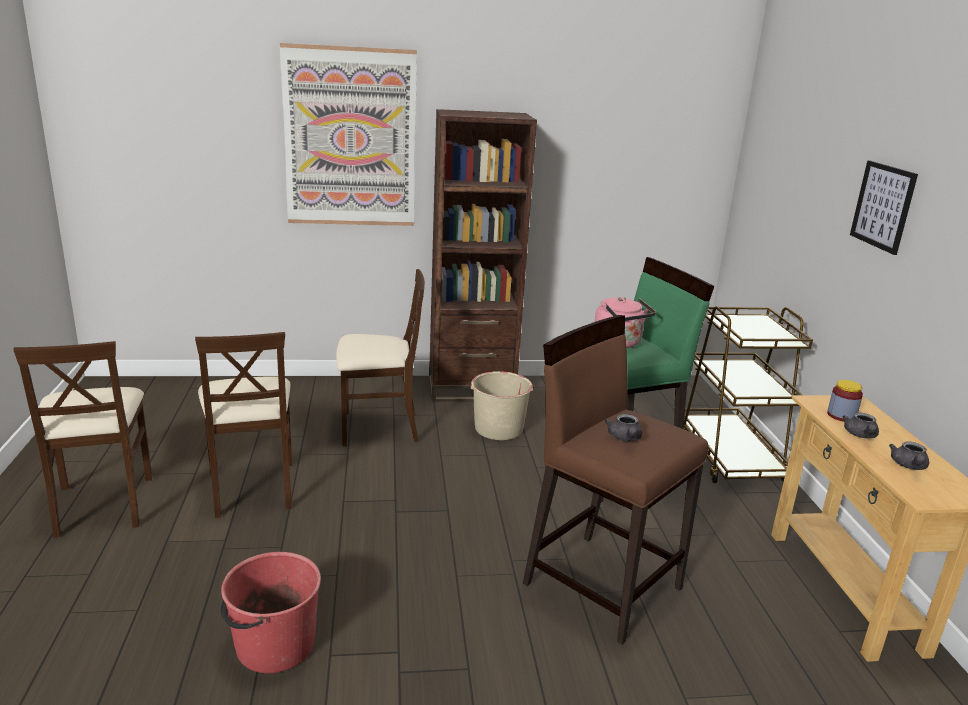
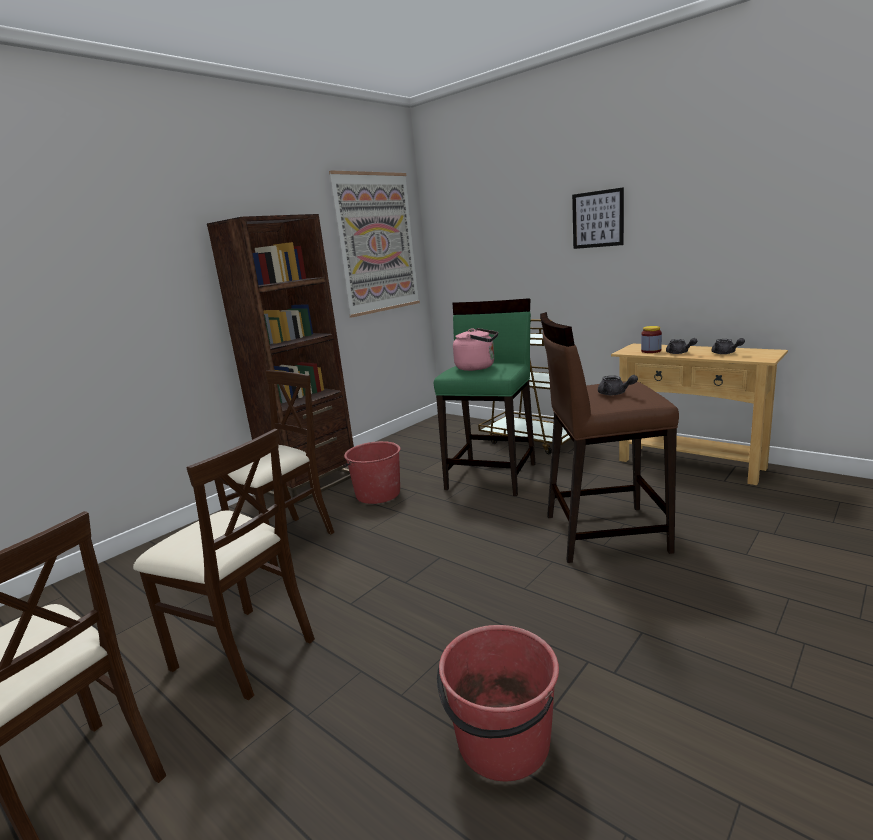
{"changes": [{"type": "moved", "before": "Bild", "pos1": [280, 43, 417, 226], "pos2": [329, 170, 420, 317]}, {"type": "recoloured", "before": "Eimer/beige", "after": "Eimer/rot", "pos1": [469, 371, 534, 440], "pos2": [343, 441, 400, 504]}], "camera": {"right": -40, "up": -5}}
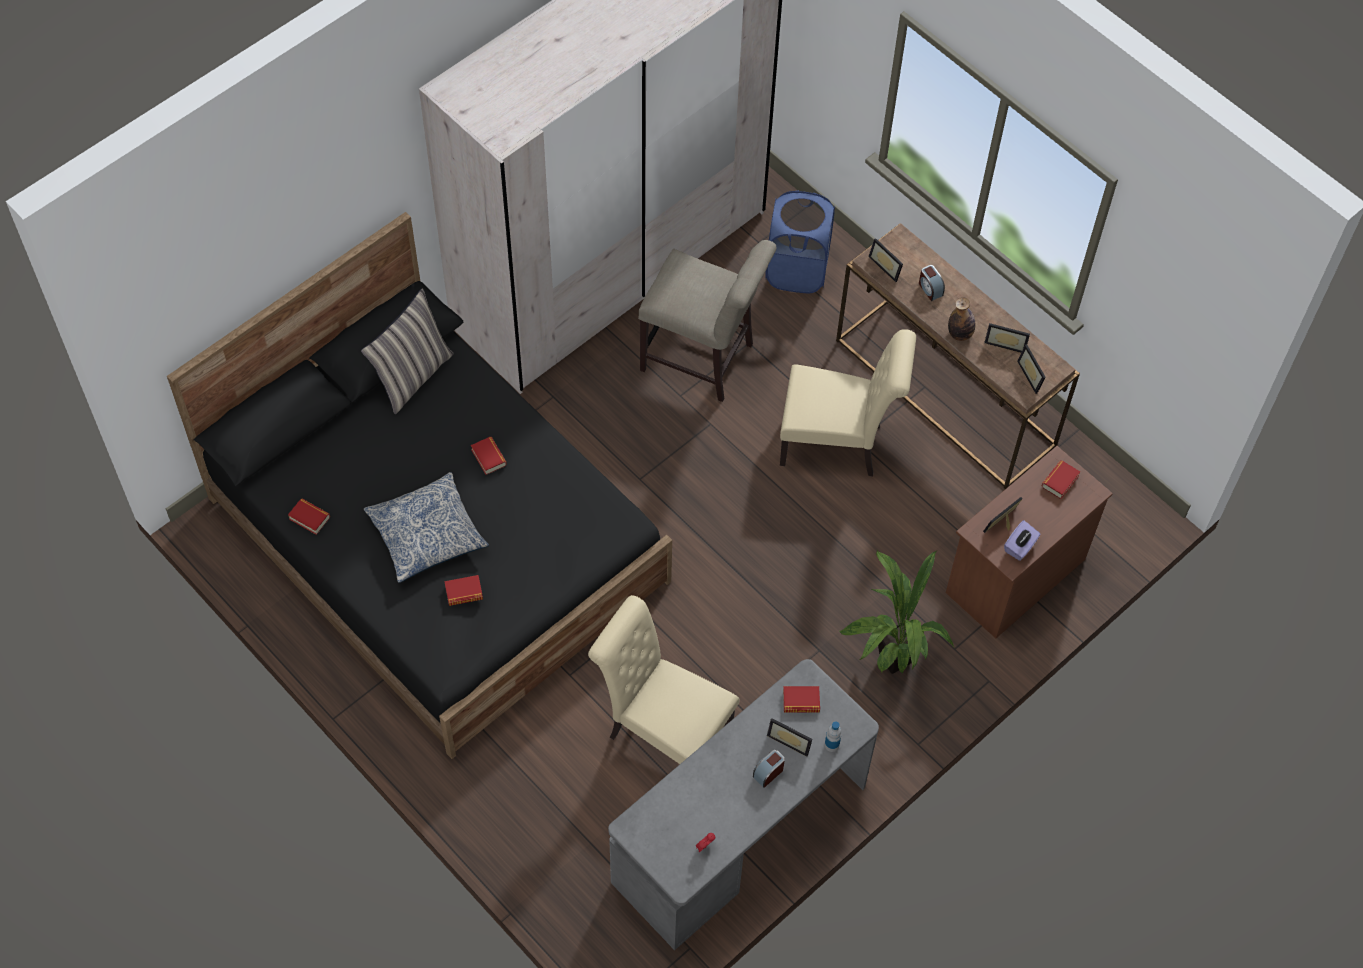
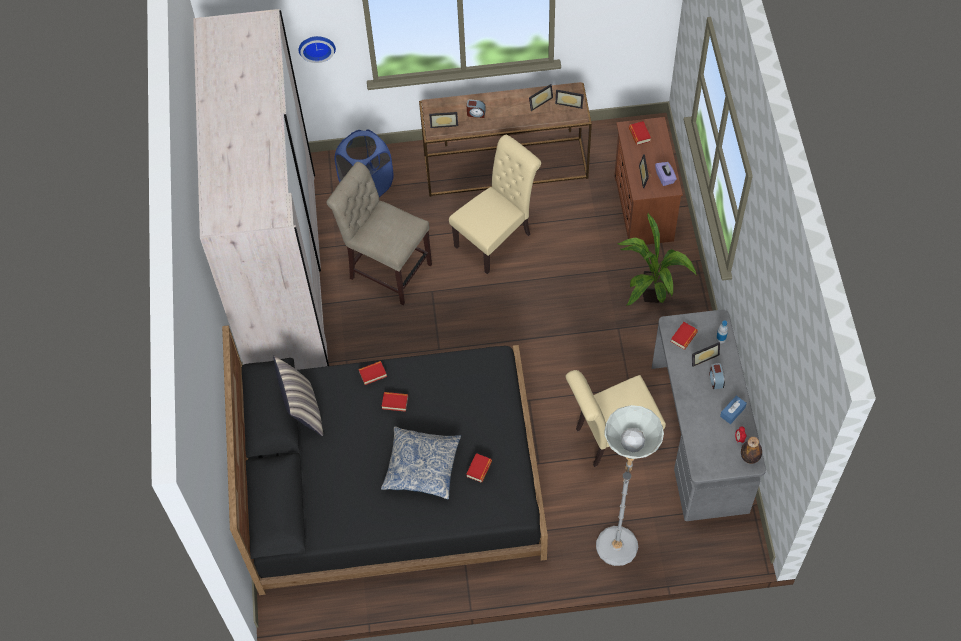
{"changes": [{"type": "added", "after": "Wanduhr", "pos2": [298, 36, 336, 63]}, {"type": "turned", "before": "Stuhl/beige", "pos1": [638, 240, 776, 402], "pos2": [327, 162, 432, 305], "turn": -120}, {"type": "moved", "before": "Buch", "pos1": [288, 498, 330, 535], "pos2": [359, 361, 387, 385]}, {"type": "added", "after": "Stehlampe/grau", "pos2": [596, 405, 664, 566]}, {"type": "added", "after": "Taschentuchbox/blau", "pos2": [720, 395, 747, 424]}, {"type": "moved", "before": "Flasche", "pos1": [948, 297, 975, 341], "pos2": [741, 437, 762, 464]}], "camera": {"right": -50, "up": 0}}
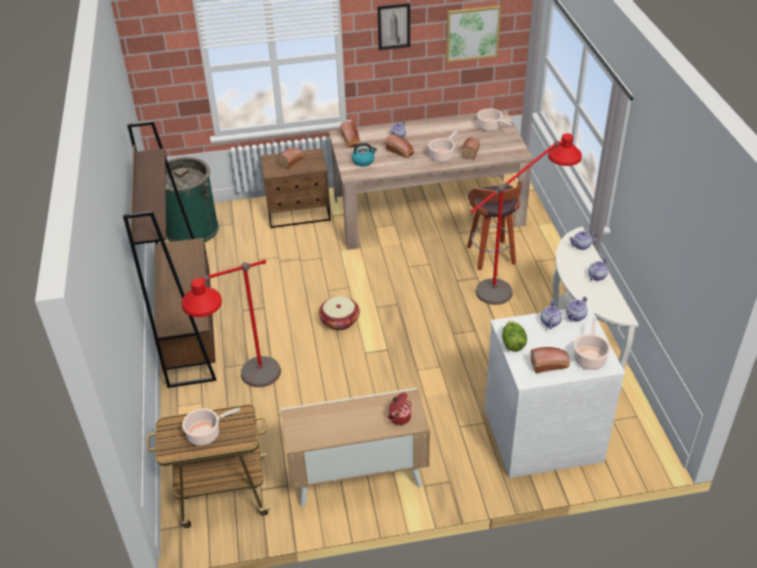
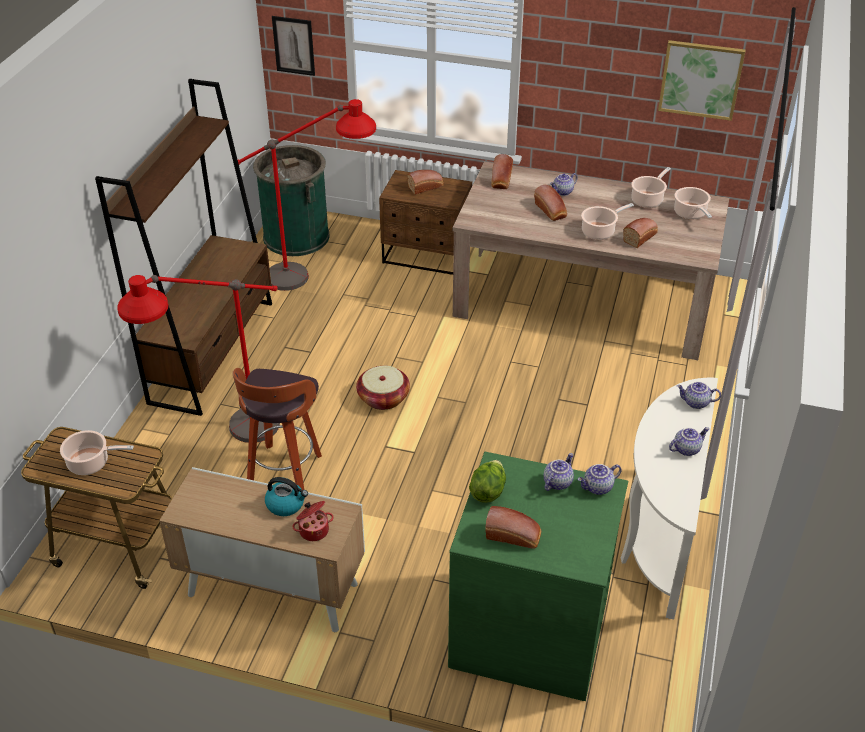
{"changes": [{"type": "moved", "before": "Hocker", "pos1": [467, 181, 523, 271], "pos2": [233, 368, 322, 490]}, {"type": "moved", "before": "Stehlampe/rot", "pos1": [470, 133, 582, 305], "pos2": [238, 99, 376, 291]}, {"type": "moved", "before": "Wasserkessel", "pos1": [352, 143, 377, 166], "pos2": [265, 477, 308, 516]}, {"type": "moved", "before": "Bild", "pos1": [377, 3, 410, 50], "pos2": [272, 16, 315, 76]}, {"type": "recoloured", "before": "Kommode/weiß", "after": "Kommode/grün", "pos1": [485, 306, 625, 478], "pos2": [448, 452, 628, 701]}, {"type": "moved", "before": "Kochtopf", "pos1": [574, 318, 611, 370], "pos2": [631, 167, 671, 208]}], "camera": {"right": 25, "up": 0}}
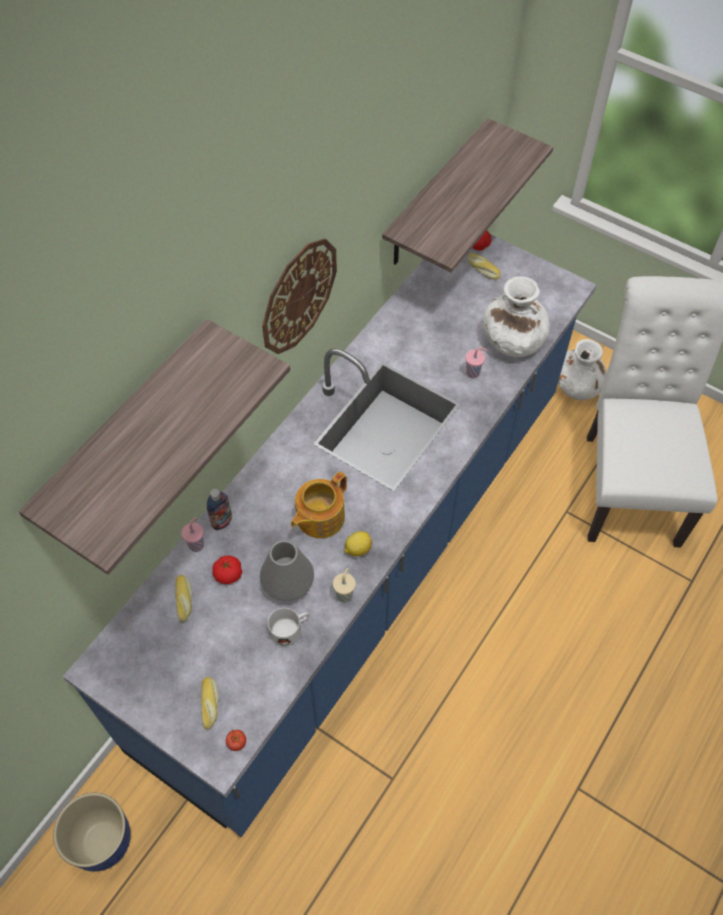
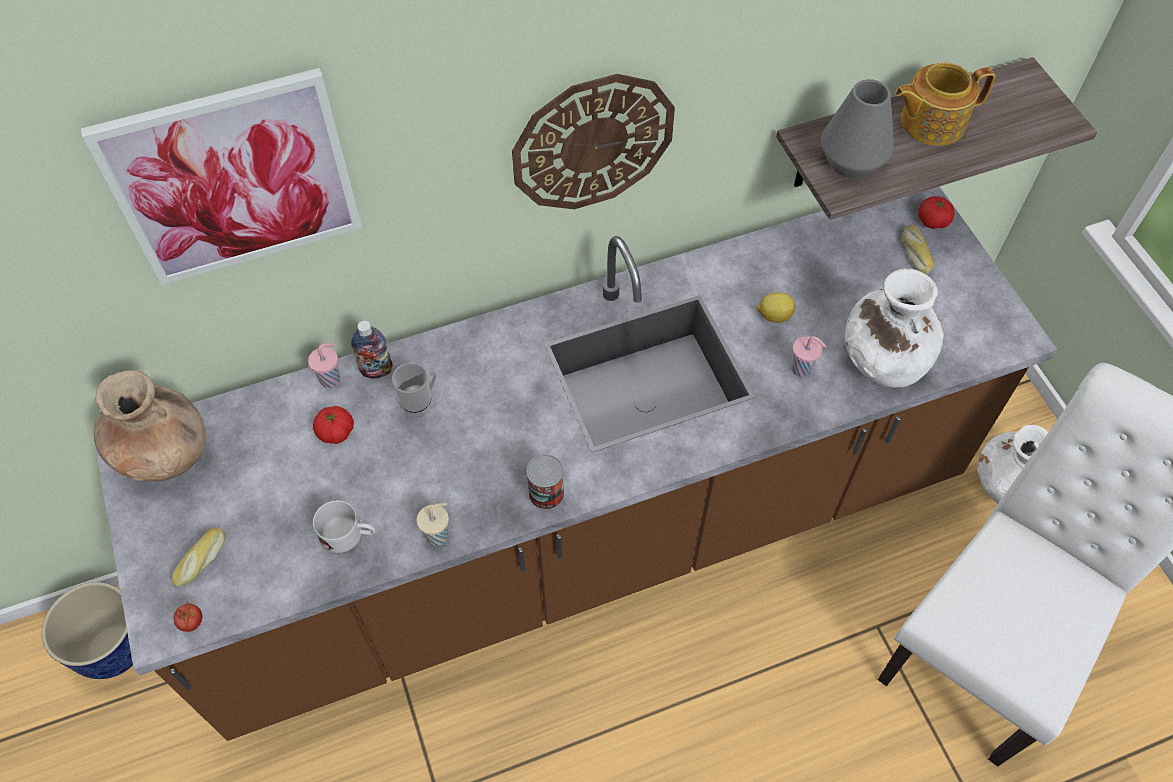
{"changes": [{"type": "replaced", "before": "Wandregal", "after": "Bild", "pos1": [19, 319, 290, 575], "pos2": [81, 68, 362, 285]}, {"type": "recoloured", "before": "Küchenzeile/blau", "after": "Küchenzeile/braun", "pos1": [63, 234, 597, 837], "pos2": [93, 187, 1058, 741]}, {"type": "added", "after": "Vase/braun", "pos2": [94, 370, 206, 481]}, {"type": "added", "after": "Henkelbecher", "pos2": [392, 363, 437, 413]}, {"type": "added", "after": "Dose", "pos2": [526, 454, 564, 510]}, {"type": "moved", "before": "Zitrone", "pos1": [344, 531, 372, 557], "pos2": [757, 292, 795, 323]}, {"type": "moved", "before": "Vase/grau", "pos1": [260, 540, 314, 601], "pos2": [821, 79, 894, 178]}, {"type": "moved", "before": "Teekanne", "pos1": [291, 471, 347, 538], "pos2": [895, 62, 995, 146]}, {"type": "removed", "before": "Brot", "pos1": [175, 575, 193, 622]}], "camera": {"right": 35, "up": 0}}
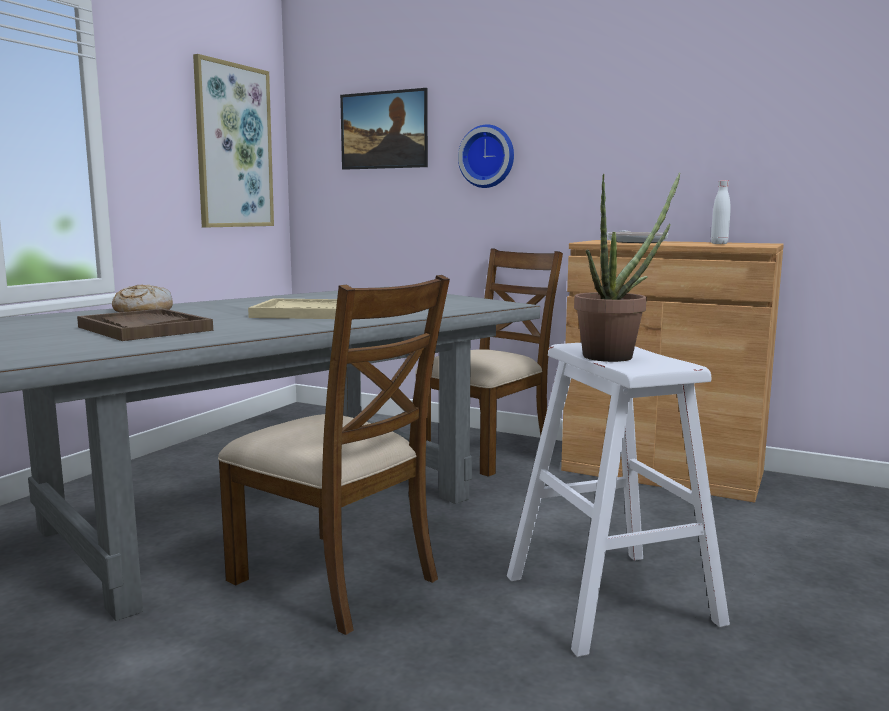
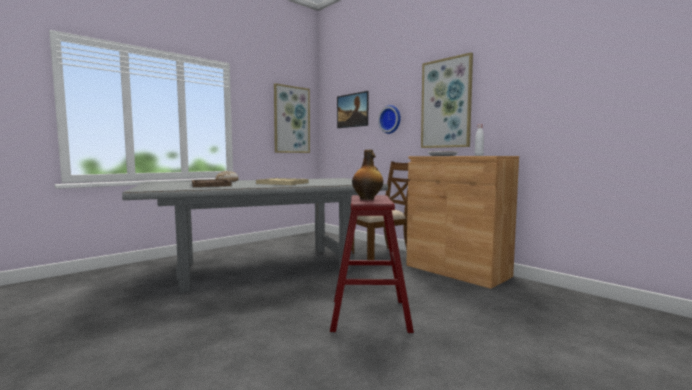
{"changes": [{"type": "recoloured", "before": "Hocker/weiß", "after": "Hocker/rot", "pos1": [507, 343, 730, 657], "pos2": [330, 195, 414, 333]}, {"type": "replaced", "before": "Topfpflanze", "after": "Flasche", "pos1": [574, 173, 680, 362], "pos2": [352, 150, 383, 200]}, {"type": "added", "after": "Bild", "pos2": [421, 52, 473, 148]}, {"type": "removed", "before": "Stuhl/braun", "pos1": [218, 275, 450, 635]}], "camera": {"right": 20, "up": -5}}
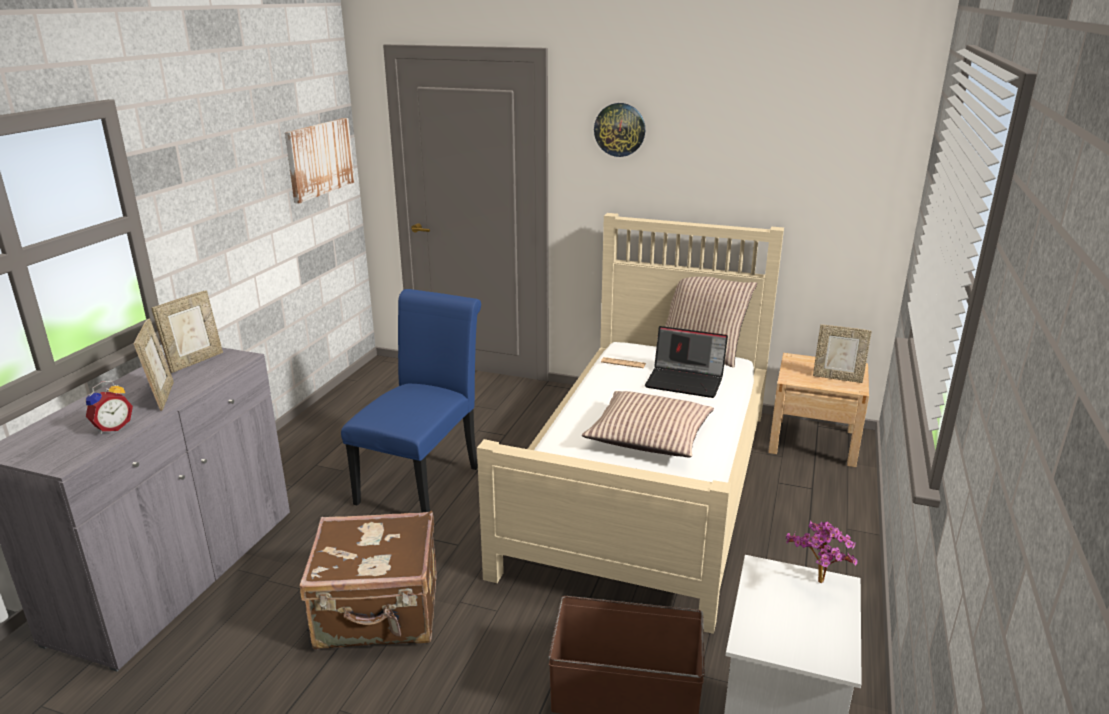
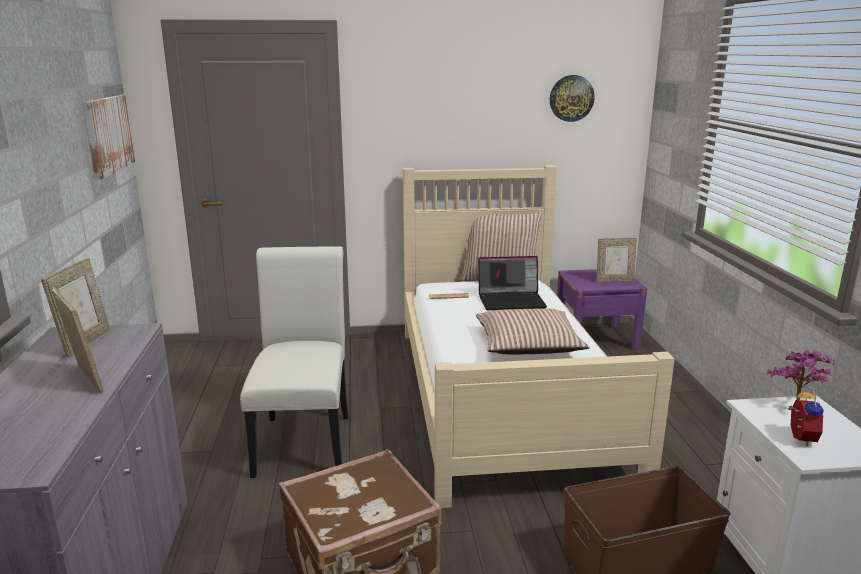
{"changes": [{"type": "recoloured", "before": "Stuhl/blau", "after": "Stuhl/weiß", "pos1": [341, 289, 481, 513], "pos2": [240, 246, 348, 478]}, {"type": "moved", "before": "Wanduhr", "pos1": [594, 103, 645, 157], "pos2": [550, 75, 595, 122]}, {"type": "recoloured", "before": "Nachttisch/beige", "after": "Nachttisch/lila", "pos1": [768, 353, 869, 467], "pos2": [557, 269, 647, 350]}, {"type": "moved", "before": "Wecker", "pos1": [86, 381, 133, 434], "pos2": [788, 387, 824, 446]}], "camera": {"right": -25, "up": -5}}
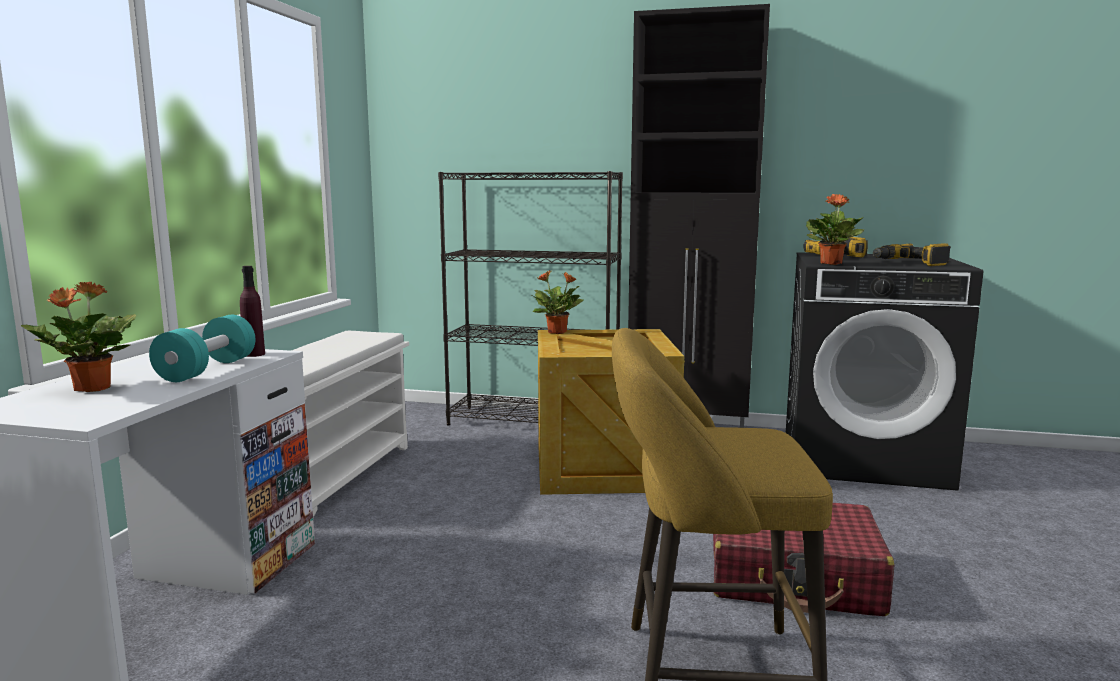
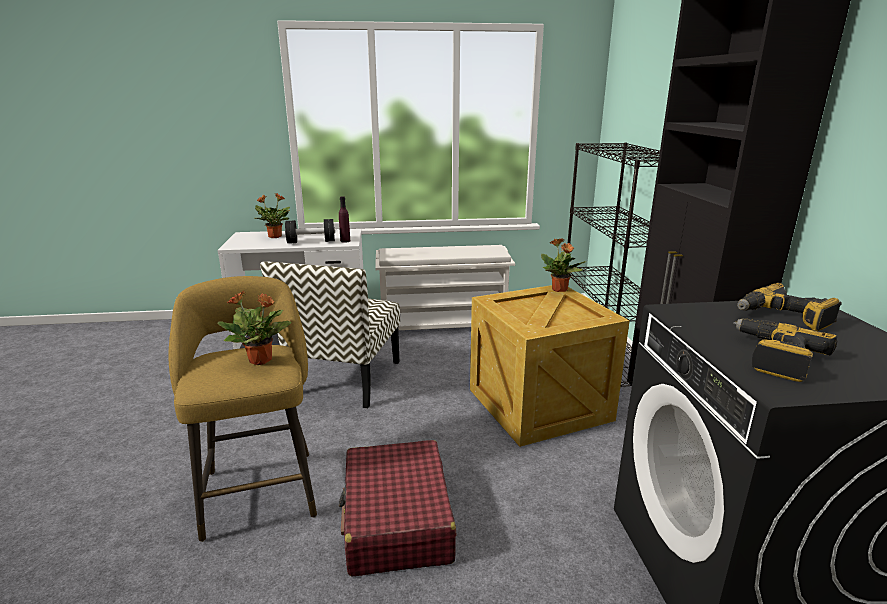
{"changes": [{"type": "moved", "before": "Topfpflanze", "pos1": [806, 194, 864, 265], "pos2": [218, 291, 291, 365]}, {"type": "added", "after": "Stuhl", "pos2": [260, 261, 400, 408]}, {"type": "recoloured", "before": "Hantel/türkis", "after": "Hantel/schwarz", "pos1": [149, 315, 255, 382], "pos2": [285, 219, 335, 243]}], "camera": {"right": 70, "up": 10}}
